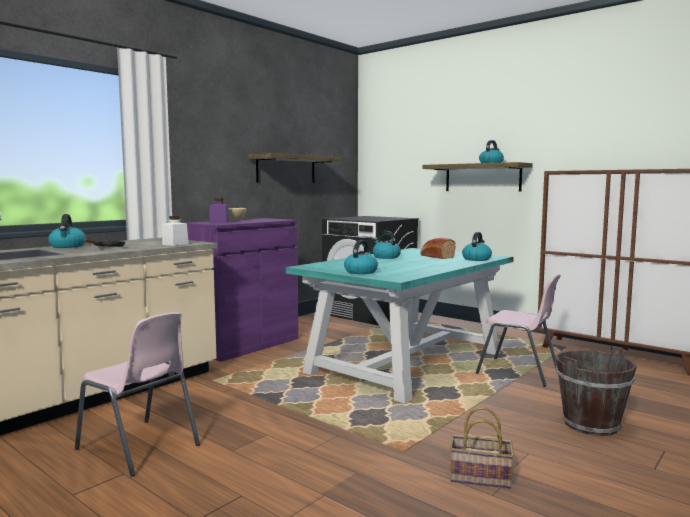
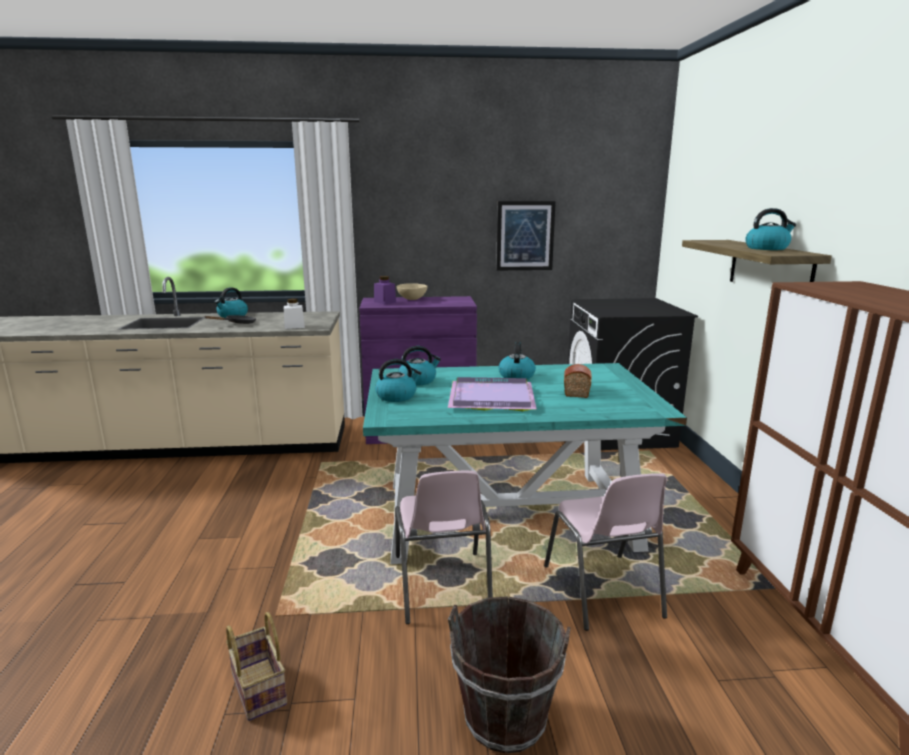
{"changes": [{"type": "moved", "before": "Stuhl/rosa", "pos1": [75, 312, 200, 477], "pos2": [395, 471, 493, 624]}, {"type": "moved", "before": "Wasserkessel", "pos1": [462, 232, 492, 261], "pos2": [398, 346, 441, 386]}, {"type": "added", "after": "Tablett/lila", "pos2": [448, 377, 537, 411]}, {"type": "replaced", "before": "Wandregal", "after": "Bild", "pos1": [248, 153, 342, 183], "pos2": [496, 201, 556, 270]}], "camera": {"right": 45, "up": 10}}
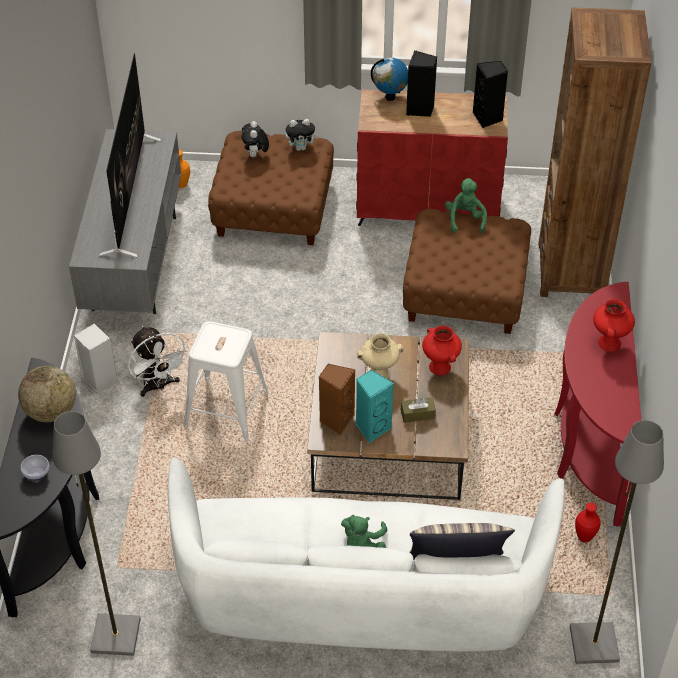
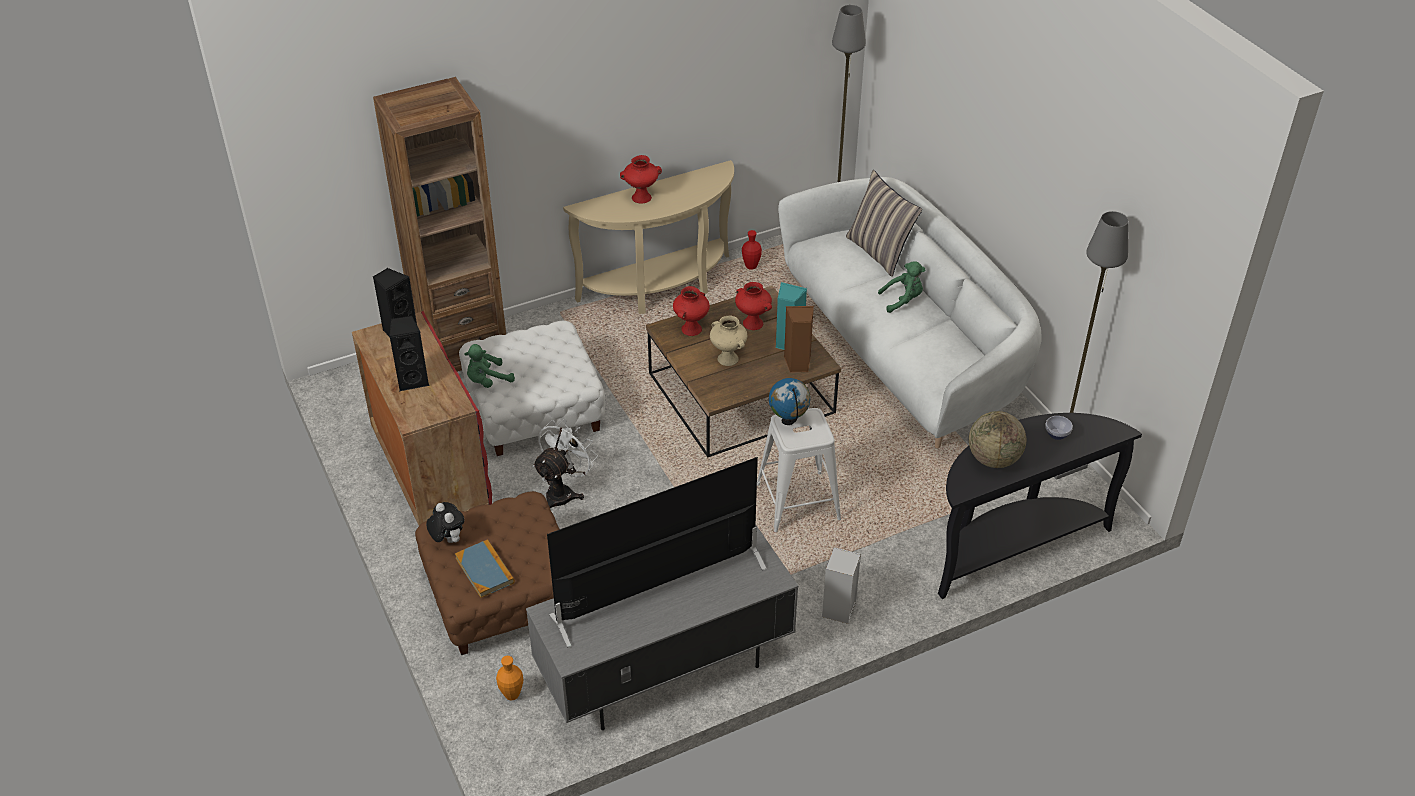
{"changes": [{"type": "replaced", "before": "Plüschtier", "after": "Buch", "pos1": [242, 121, 269, 157], "pos2": [455, 539, 515, 598]}, {"type": "recoloured", "before": "Polsterhocker/braun", "after": "Polsterhocker/weiß", "pos1": [403, 209, 531, 334], "pos2": [459, 321, 605, 456]}, {"type": "moved", "before": "Ventilator/weiß", "pos1": [128, 326, 189, 397], "pos2": [532, 419, 598, 508]}, {"type": "recoloured", "before": "Konsolentisch/rot", "after": "Konsolentisch/beige", "pos1": [554, 282, 641, 527], "pos2": [563, 160, 734, 314]}, {"type": "replaced", "before": "Taschentuchbox/braun", "after": "Vase/rot", "pos1": [401, 397, 436, 423], "pos2": [735, 282, 772, 330]}, {"type": "moved", "before": "Globus", "pos1": [371, 58, 408, 101], "pos2": [769, 378, 810, 425]}], "camera": {"right": -120, "up": -5}}
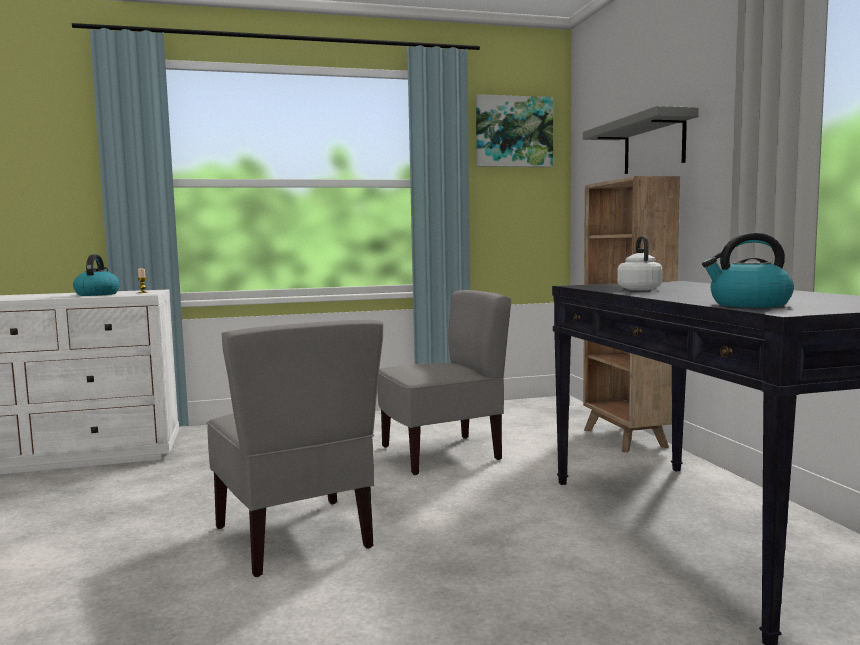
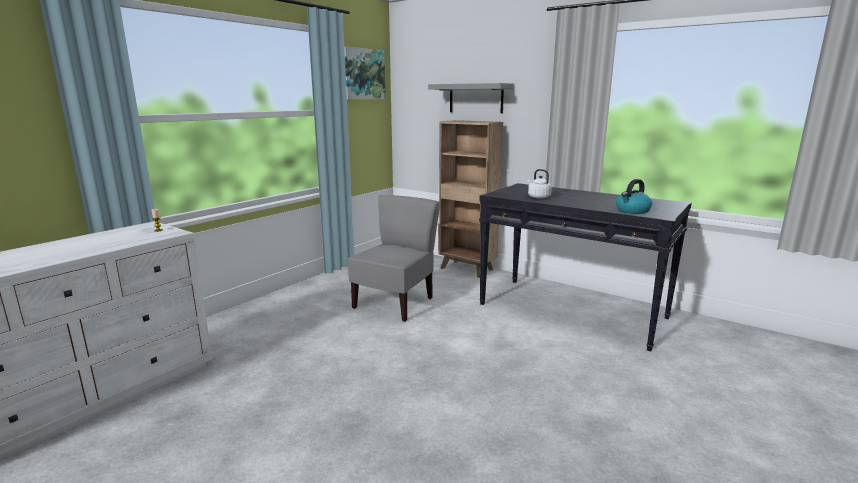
{"changes": [{"type": "removed", "before": "Wasserkessel", "pos1": [73, 254, 120, 296]}, {"type": "removed", "before": "Stuhl/grau", "pos1": [206, 320, 384, 577]}], "camera": {"right": -40, "up": 10}}
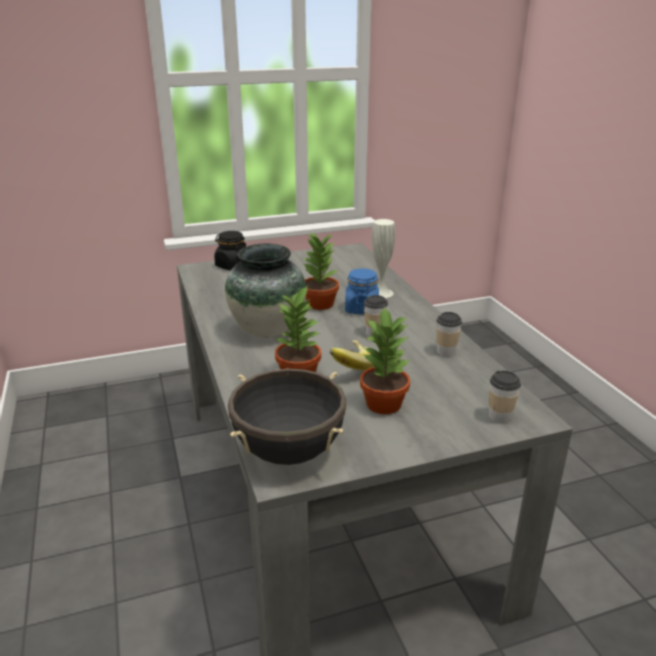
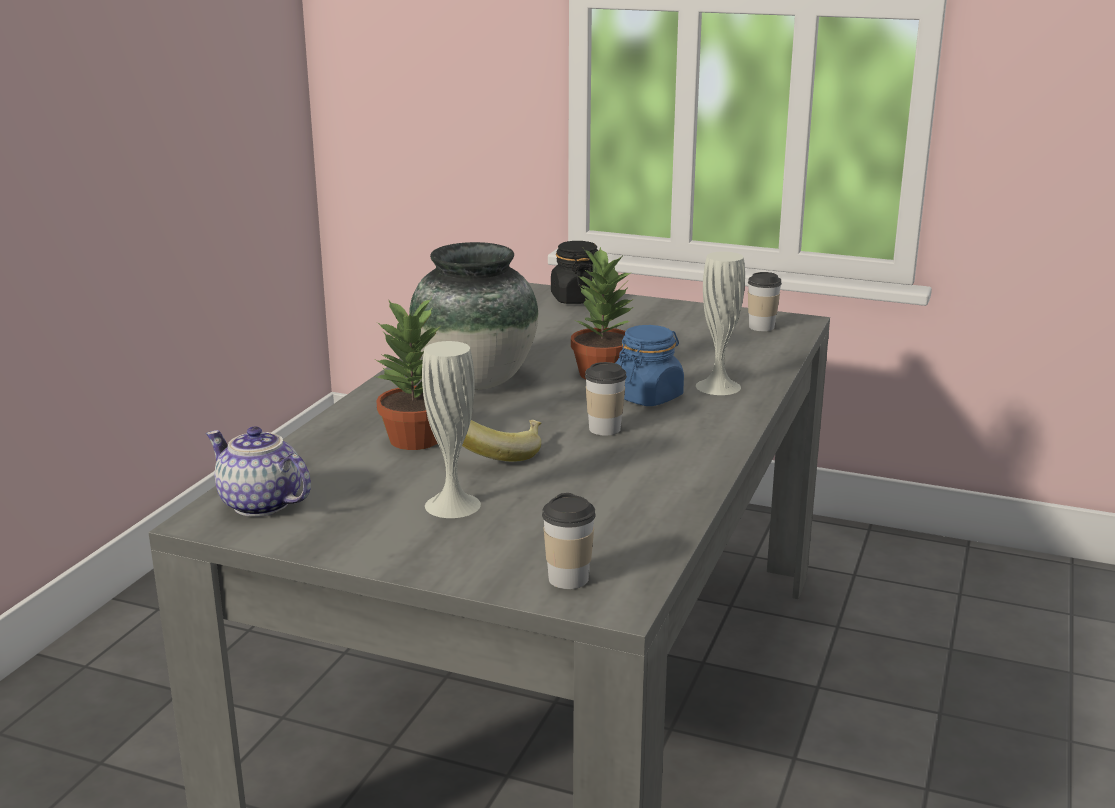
{"changes": [{"type": "replaced", "before": "Kochtopf/schwarz", "after": "Teekanne", "pos1": [228, 369, 347, 465], "pos2": [206, 426, 311, 517]}, {"type": "replaced", "before": "Topfpflanze", "after": "Vase/weiß", "pos1": [360, 307, 410, 414], "pos2": [422, 341, 481, 518]}, {"type": "moved", "before": "Tasse", "pos1": [436, 312, 462, 357], "pos2": [748, 272, 782, 331]}], "camera": {"right": 40, "up": -5}}
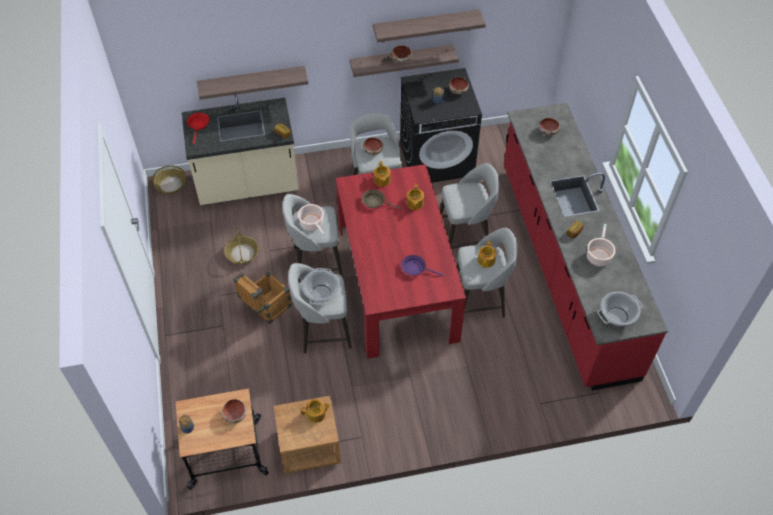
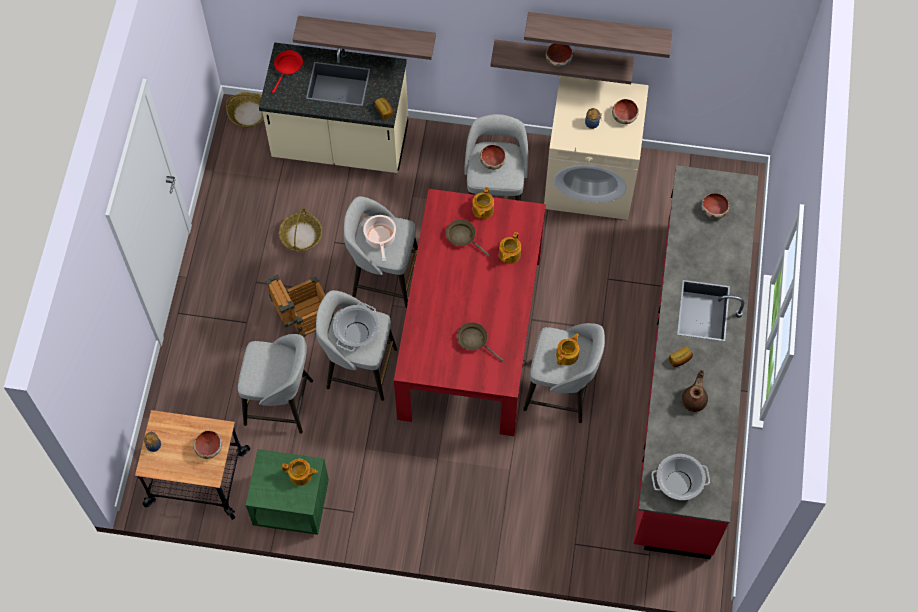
{"changes": [{"type": "moved", "before": "Hocker/grau", "pos1": [440, 163, 499, 249], "pos2": [238, 334, 313, 434]}, {"type": "recoloured", "before": "Nachttisch/braun", "after": "Nachttisch/grün", "pos1": [274, 396, 341, 474], "pos2": [245, 449, 329, 535]}, {"type": "recoloured", "before": "Pfanne/lila", "after": "Pfanne/braun", "pos1": [401, 255, 443, 276], "pos2": [457, 322, 503, 361]}, {"type": "recoloured", "before": "Waschmaschine/schwarz", "after": "Waschmaschine/beige", "pos1": [400, 68, 482, 183], "pos2": [544, 76, 649, 220]}, {"type": "replaced", "before": "Kochtopf", "after": "Teekanne/braun", "pos1": [587, 224, 615, 266], "pos2": [682, 370, 708, 412]}], "camera": {"right": 20, "up": 10}}
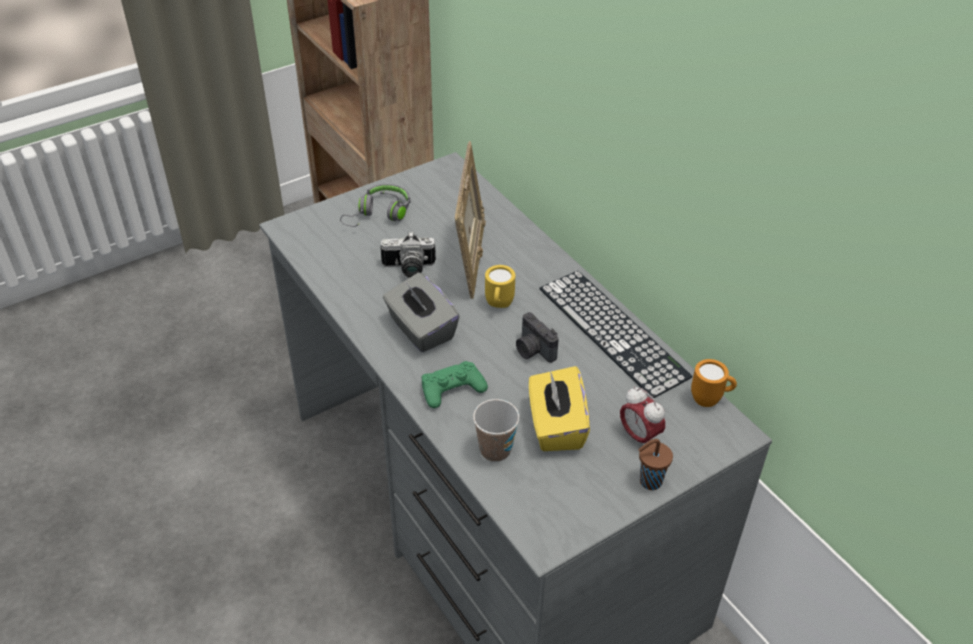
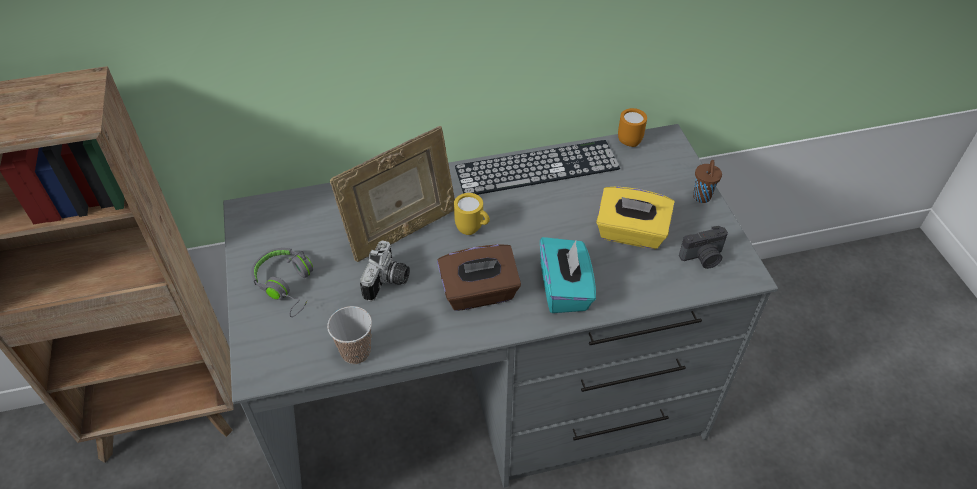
{"changes": [{"type": "moved", "before": "Tasse", "pos1": [473, 399, 519, 462], "pos2": [327, 306, 372, 364]}, {"type": "turned", "before": "Bilderrahmen", "pos1": [455, 141, 486, 299], "pos2": [330, 126, 455, 262], "turn": 120}, {"type": "recoloured", "before": "Taschentuchbox/grau", "after": "Taschentuchbox/braun", "pos1": [383, 272, 460, 352], "pos2": [437, 244, 521, 311]}, {"type": "replaced", "before": "Gamepad/grün", "after": "Taschentuchbox/türkis", "pos1": [421, 361, 488, 408], "pos2": [540, 237, 596, 313]}, {"type": "moved", "before": "Kamera", "pos1": [516, 312, 559, 363], "pos2": [679, 226, 728, 269]}, {"type": "removed", "before": "Wecker", "pos1": [620, 387, 665, 444]}], "camera": {"right": -70, "up": 5}}
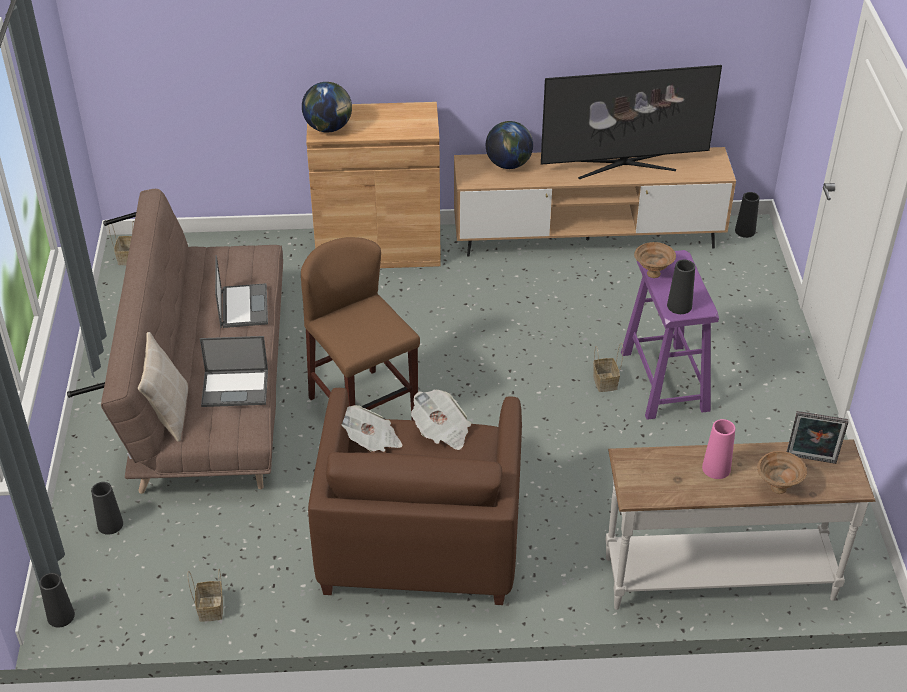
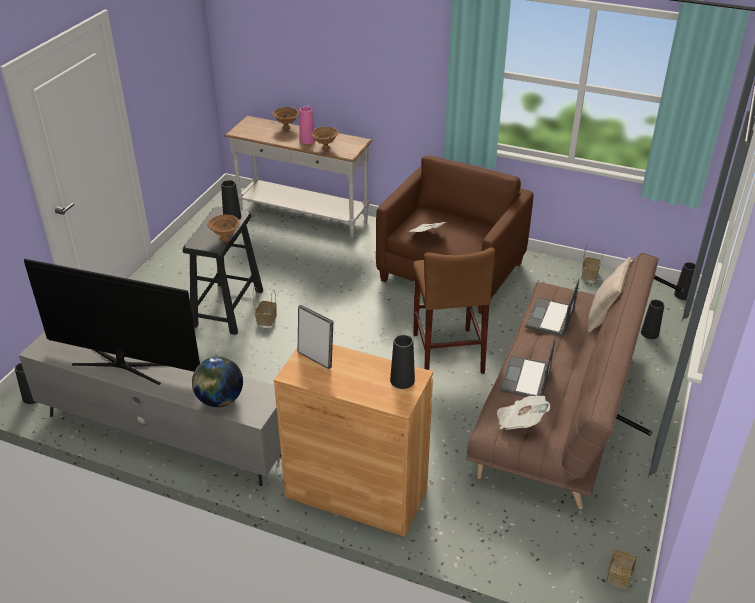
{"changes": [{"type": "recoloured", "before": "Fernsehschrank/braun", "after": "Fernsehschrank/grau", "pos1": [454, 147, 736, 257], "pos2": [19, 332, 281, 486]}, {"type": "recoloured", "before": "Hocker/lila", "after": "Hocker/schwarz", "pos1": [621, 250, 719, 420], "pos2": [183, 207, 263, 335]}, {"type": "moved", "before": "Bilderrahmen", "pos1": [787, 411, 849, 464], "pos2": [298, 305, 334, 369]}, {"type": "added", "after": "Schüssel/braun", "pos2": [311, 127, 339, 150]}, {"type": "replaced", "before": "Globus", "after": "Vase/schwarz", "pos1": [302, 82, 352, 132], "pos2": [390, 335, 415, 389]}, {"type": "moved", "before": "Zeitung", "pos1": [342, 405, 403, 452], "pos2": [497, 396, 550, 429]}, {"type": "turned", "before": "Laptop", "pos1": [200, 336, 268, 407], "pos2": [525, 279, 579, 337], "turn": -90}], "camera": {"right": -155, "up": -5}}
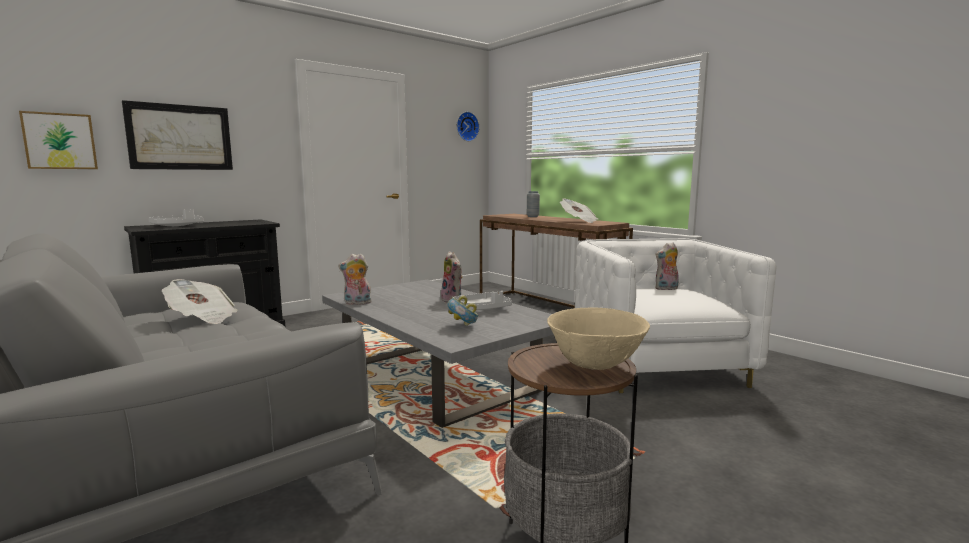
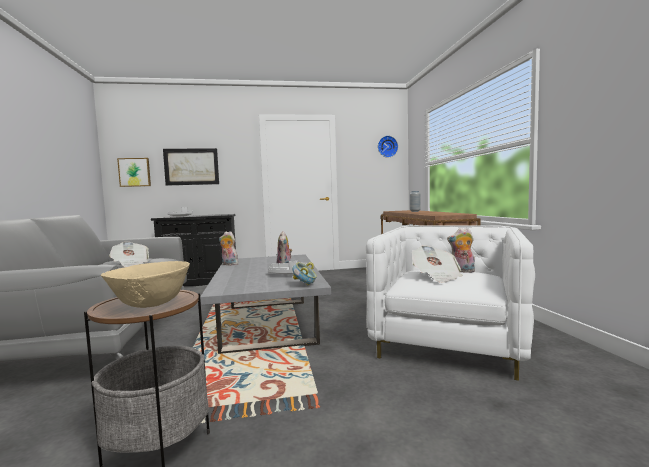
{"changes": [{"type": "moved", "before": "Schüssel", "pos1": [447, 296, 478, 326], "pos2": [292, 262, 317, 285]}, {"type": "moved", "before": "Zeitung", "pos1": [560, 198, 598, 223], "pos2": [412, 245, 463, 283]}], "camera": {"right": 30, "up": -5}}
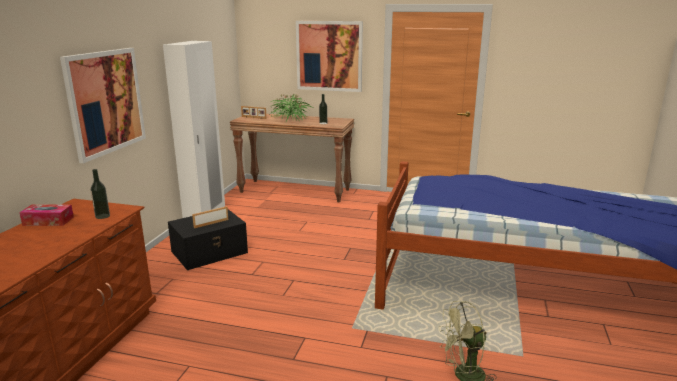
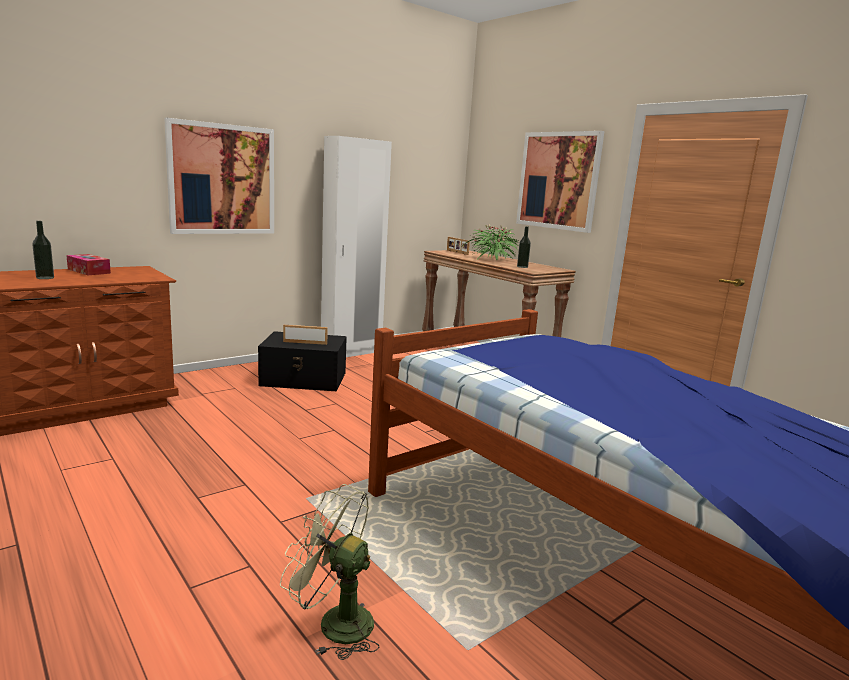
{"changes": [{"type": "moved", "before": "Flasche", "pos1": [91, 169, 110, 219], "pos2": [32, 221, 54, 279]}], "camera": {"right": 35, "up": -5}}
